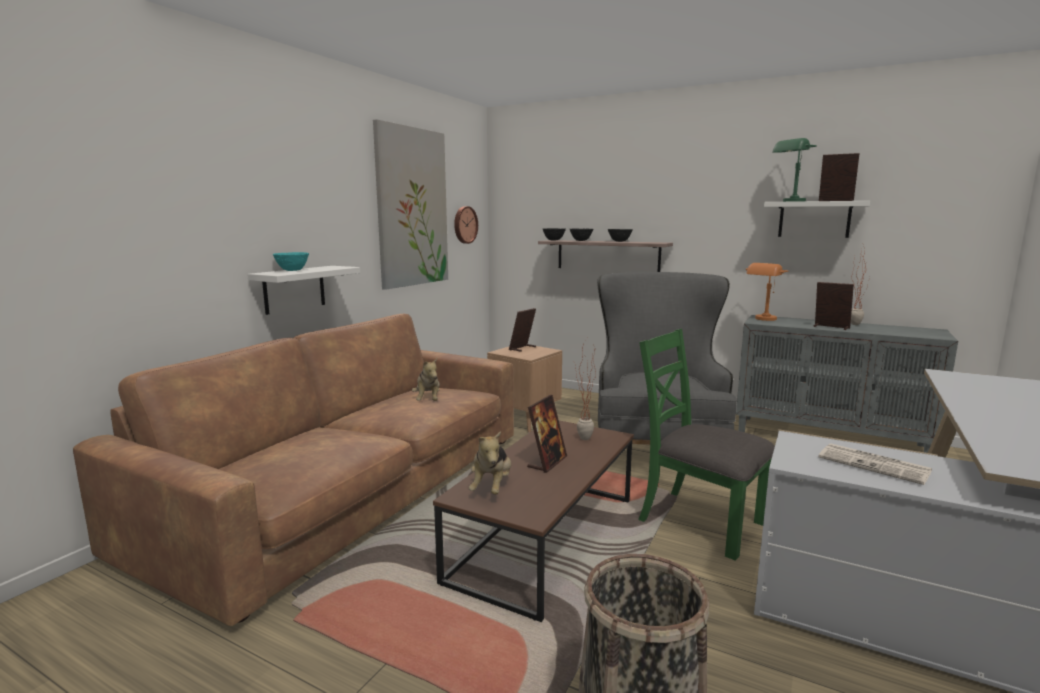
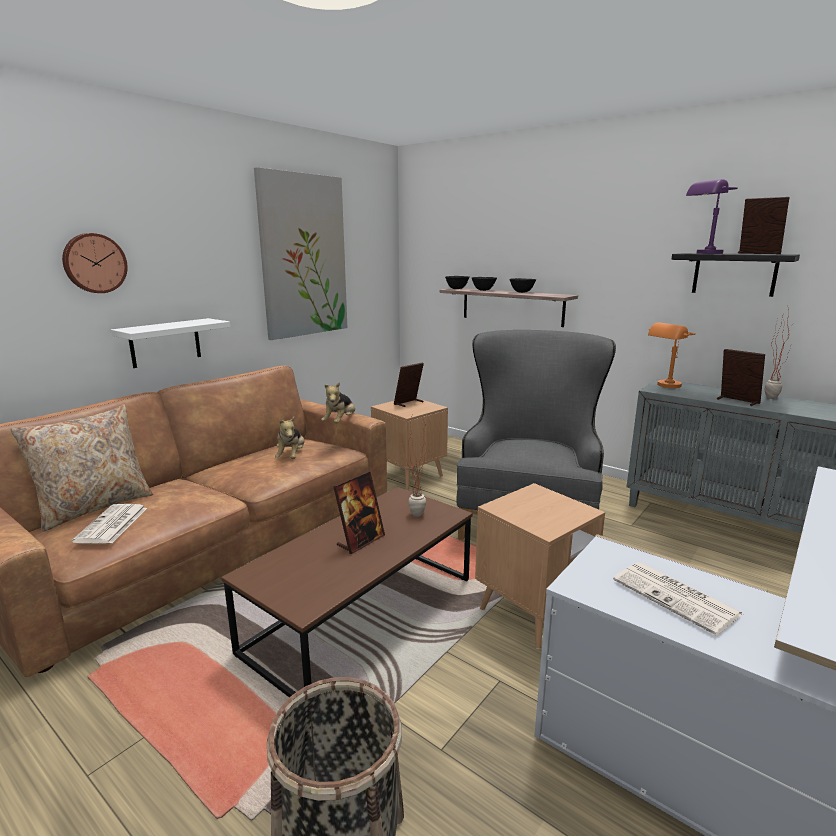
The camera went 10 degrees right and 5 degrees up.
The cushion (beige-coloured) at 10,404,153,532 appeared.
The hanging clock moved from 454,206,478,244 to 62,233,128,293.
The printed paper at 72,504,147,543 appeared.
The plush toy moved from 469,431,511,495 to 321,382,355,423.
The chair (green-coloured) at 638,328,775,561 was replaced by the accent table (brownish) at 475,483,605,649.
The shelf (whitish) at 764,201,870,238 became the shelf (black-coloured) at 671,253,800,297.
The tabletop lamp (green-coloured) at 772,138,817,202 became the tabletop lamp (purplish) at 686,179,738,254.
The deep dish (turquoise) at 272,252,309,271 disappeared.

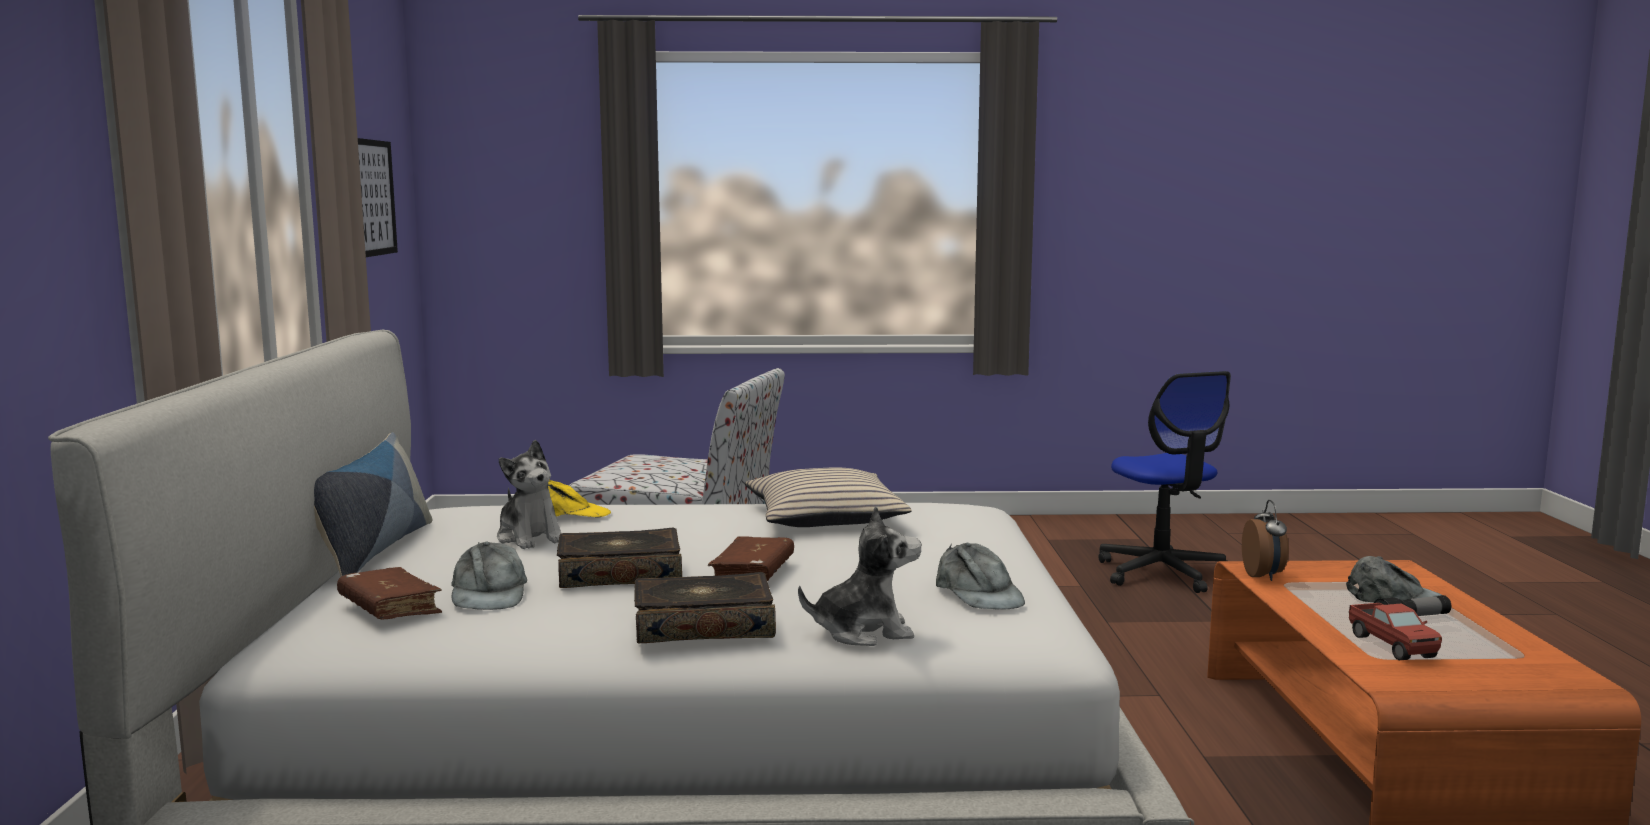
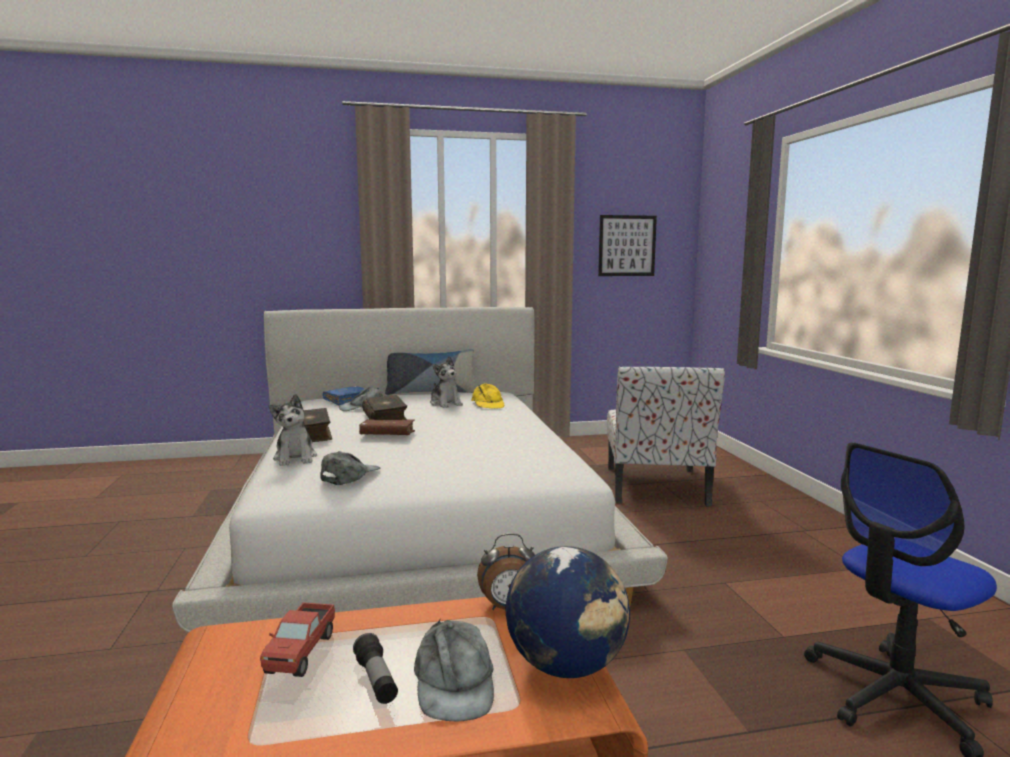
The camera went 80 degrees right and 0 degrees up.
The toy lorry at 1349,603,1442,660 turned 60 degrees counterclockwise.
The baseball cap (greyish) at 936,543,1025,610 turned 150 degrees clockwise.
The volume (brownish) at 337,567,442,619 became the volume (blue) at 323,386,365,405.
The plush toy at 497,440,561,549 turned 75 degrees counterclockwise.
The world globe at 505,546,630,678 appeared.
The cushion (beige-coloured) at 745,468,912,527 disappeared.

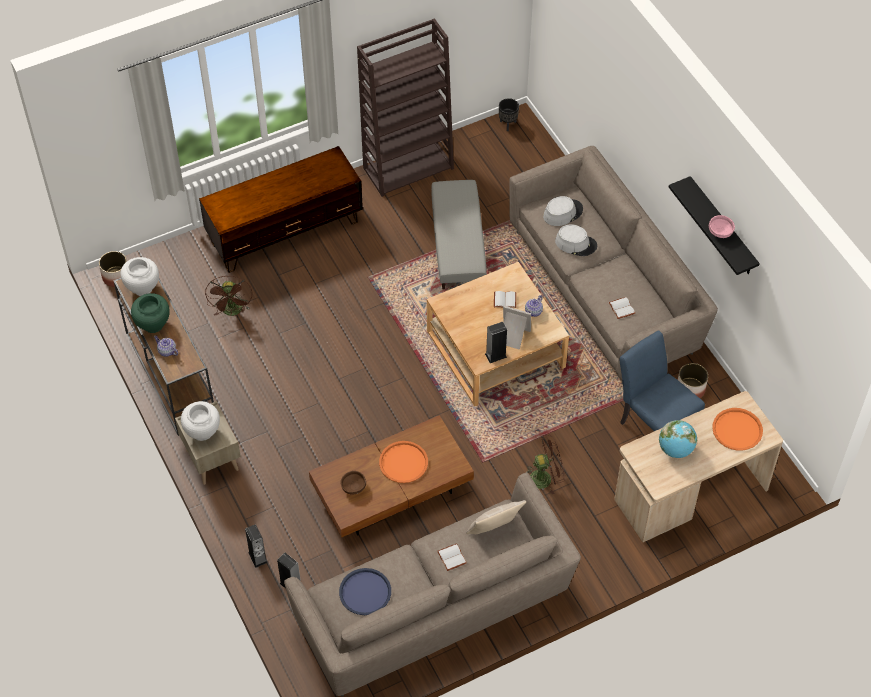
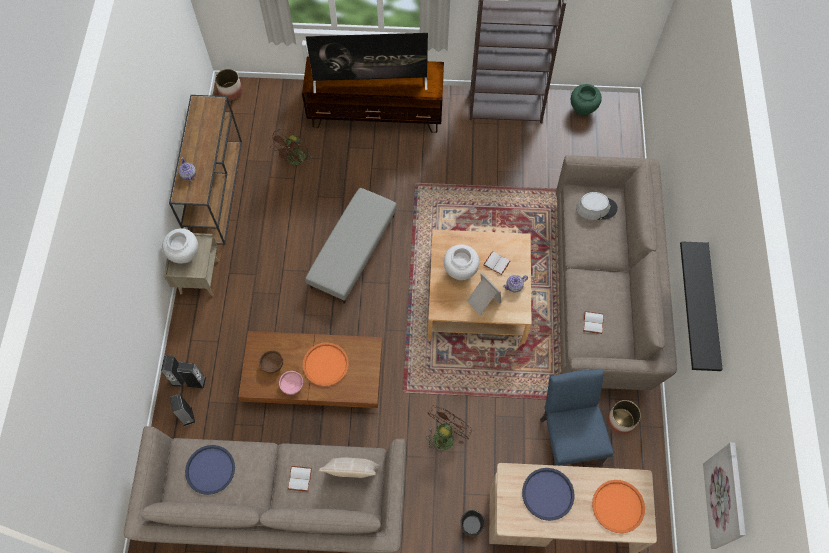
The camera went 30 degrees right and 10 degrees up.
The loudspeaker moved from 485,322,507,363 to 177,362,206,389.
The deep dish (pink) moved from 709,215,735,238 to 279,371,303,395.
The footrest (greyish) moved from 431,180,487,290 to 305,188,397,304.
The TV at 306,33,428,93 appeared.
The cooling fan (brownish) at 527,435,565,495 turned 75 degrees counterclockwise.
The decorative vase (whitish) moved from 121,257,159,296 to 444,244,479,280.
The flower pot (black-coloured) moved from 499,98,519,131 to 461,510,485,537.
The world globe at 659,420,697,458 was replaced by the carrying tray (blue) at 522,468,575,521.
The decorative vase (green-coloured) moved from 131,293,170,333 to 571,84,602,116.
The wall art at 703,443,746,549 appeared.
The clothing hat (greyish) at 555,224,597,256 disappeared.

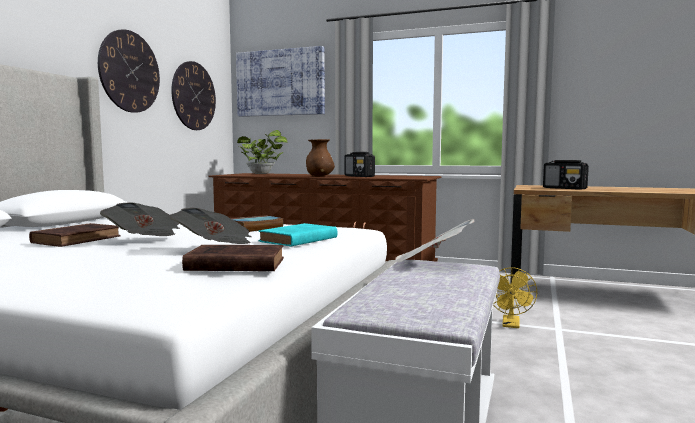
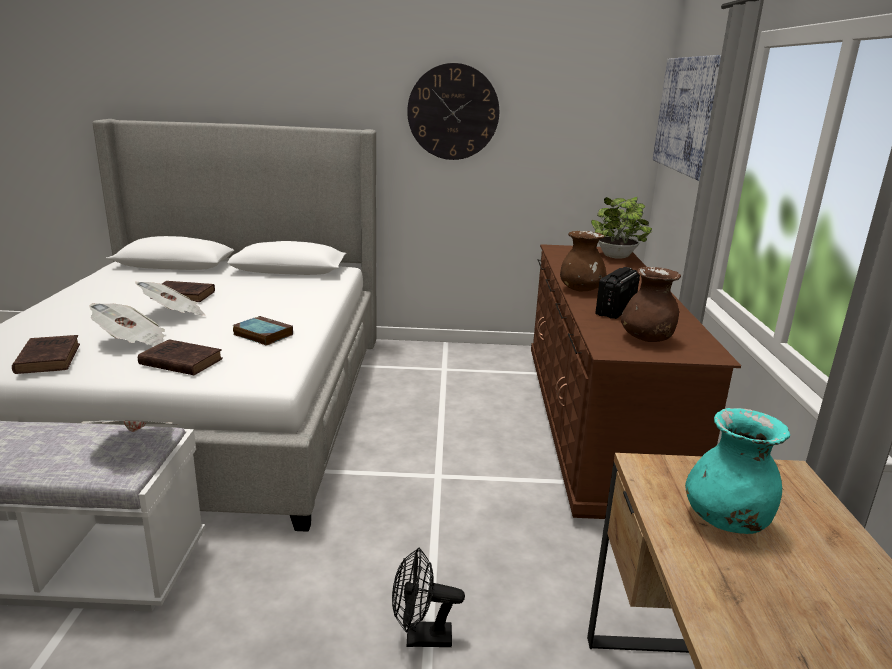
The camera went 70 degrees right and 15 degrees up.
The volume (turquoise) at 259,223,337,247 became the volume (brownish) at 138,339,223,375.
The cooling fan (yellow) at 493,267,537,328 became the cooling fan (black-coloured) at 392,548,465,647.
The decorative vase (brownish) at 621,267,681,342 appeared.
The radio set at 543,160,589,190 was replaced by the decorative vase (turquoise) at 685,408,790,534.
The hanging clock at 171,61,216,130 disappeared.

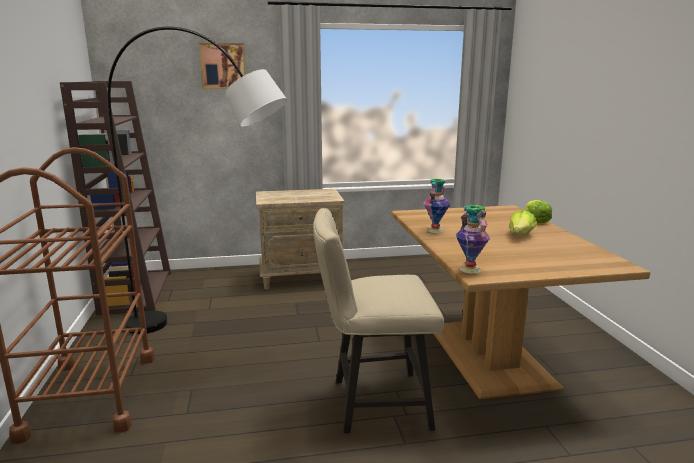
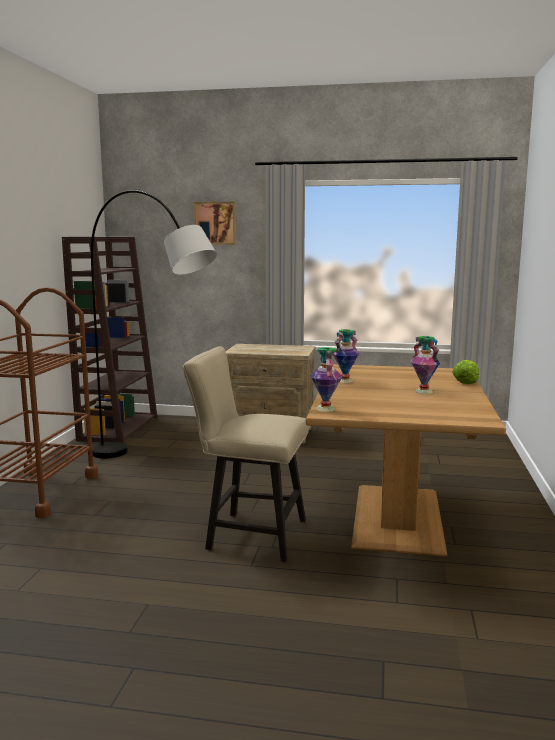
The camera went 20 degrees right and 5 degrees down.
The lettuce head at 509,210,537,235 was replaced by the decorative vase at 411,336,440,394.

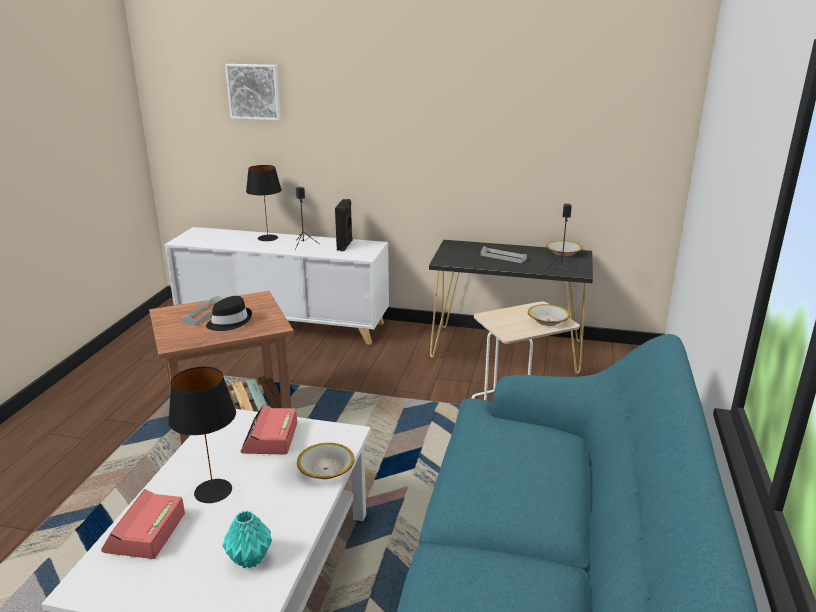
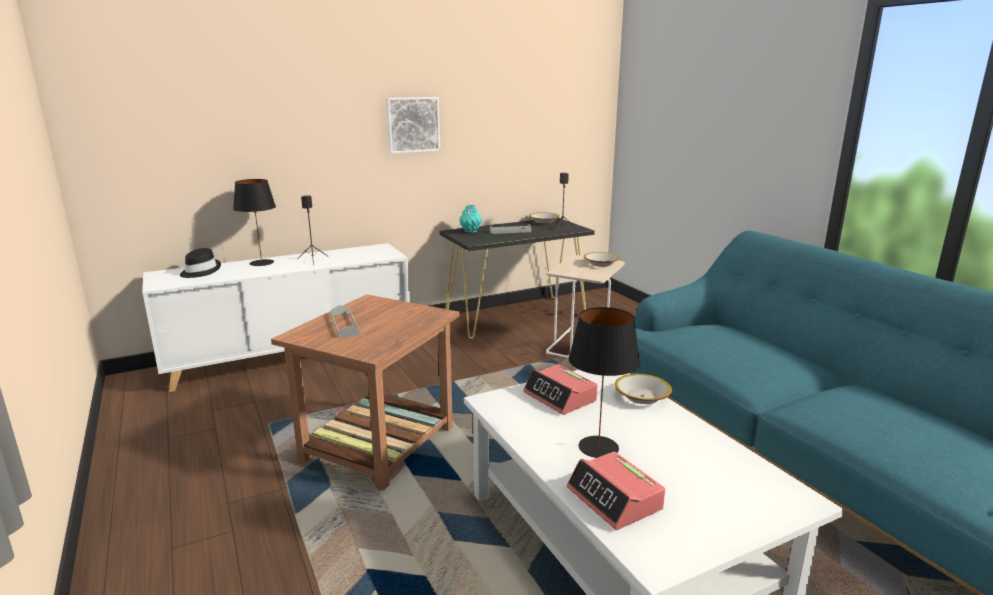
The camera went 40 degrees left and 5 degrees down.
The clothing hat (black-coloured) moved from 206,296,252,331 to 180,248,221,278.
The wall art moved from 225,64,281,120 to 386,97,440,154.
The decorative vase (turquoise) moved from 222,511,272,569 to 459,205,482,233.
The loudspeaker (black-coloured) at 335,199,353,251 disappeared.

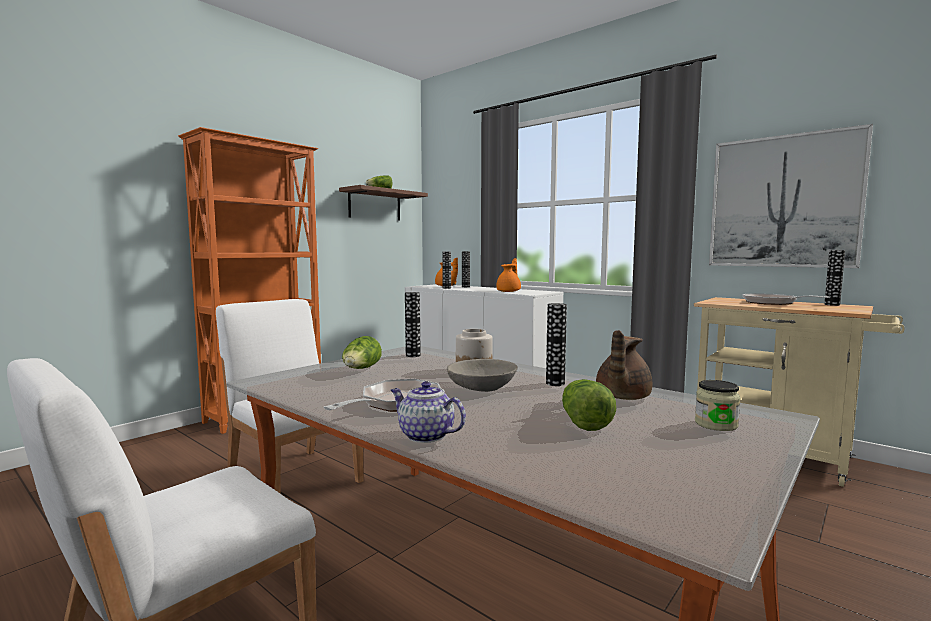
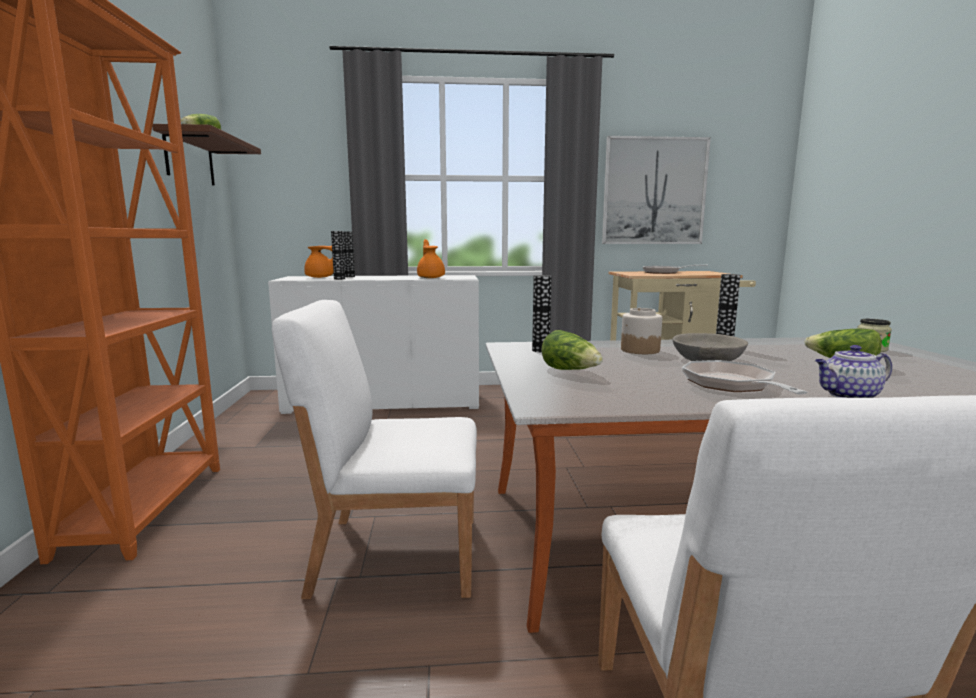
The camera went 45 degrees left and 5 degrees up.
The pot for tea (brownish) at 596,330,653,400 disappeared.
The decorative vase at 824,250,845,306 disappeared.

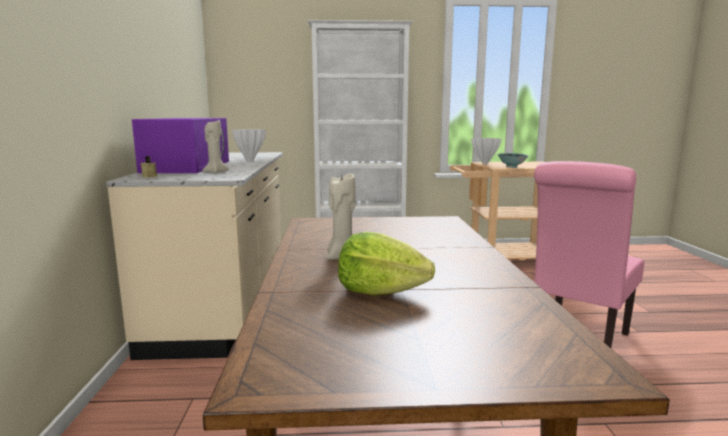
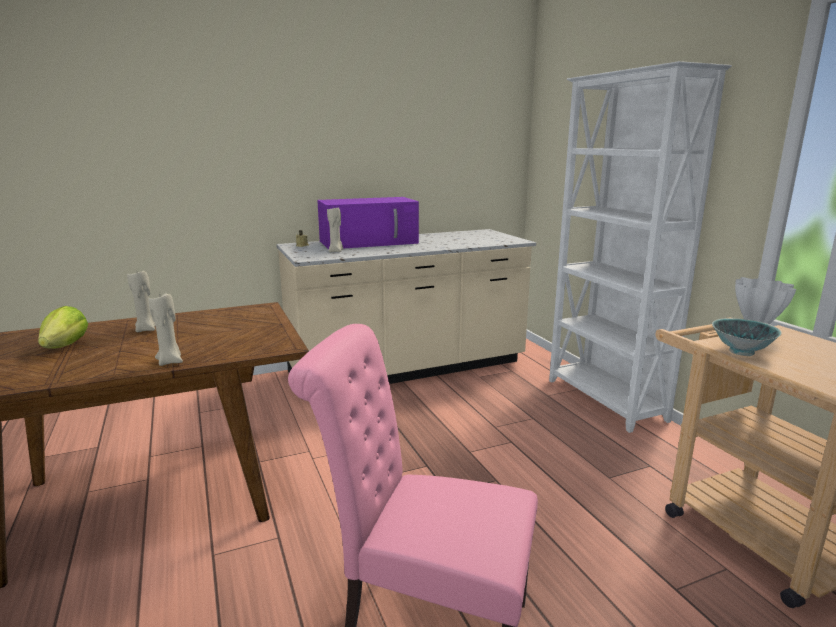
The camera went 70 degrees right and 5 degrees up.
The candle (beige-coloured) at 149,292,183,366 appeared.
The decorative vase (whitish) at 232,129,266,161 disappeared.

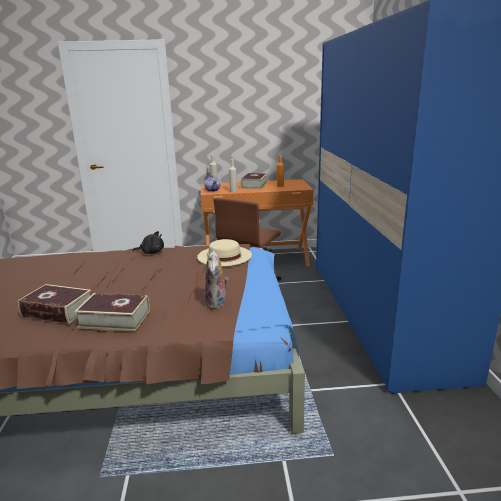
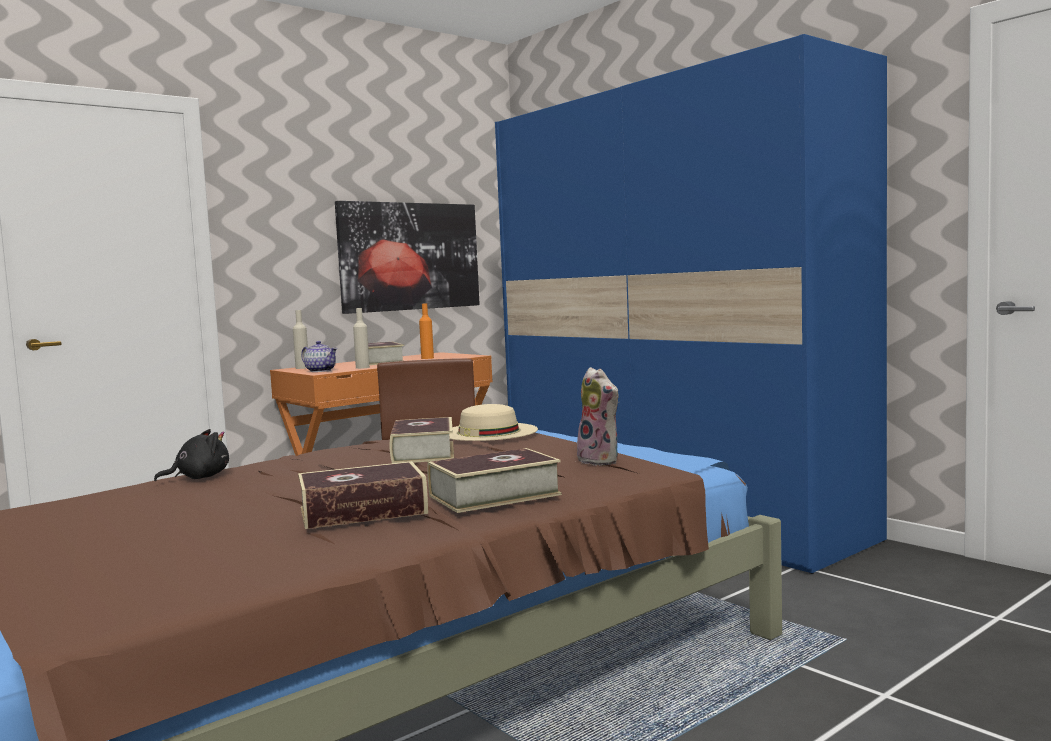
The camera went 35 degrees left and 15 degrees down.
The plush toy (black-coloured) moved from 132,231,164,254 to 154,429,229,481.
The wall art at 335,201,480,314 appeared.
The volume at 390,417,454,463 appeared.

